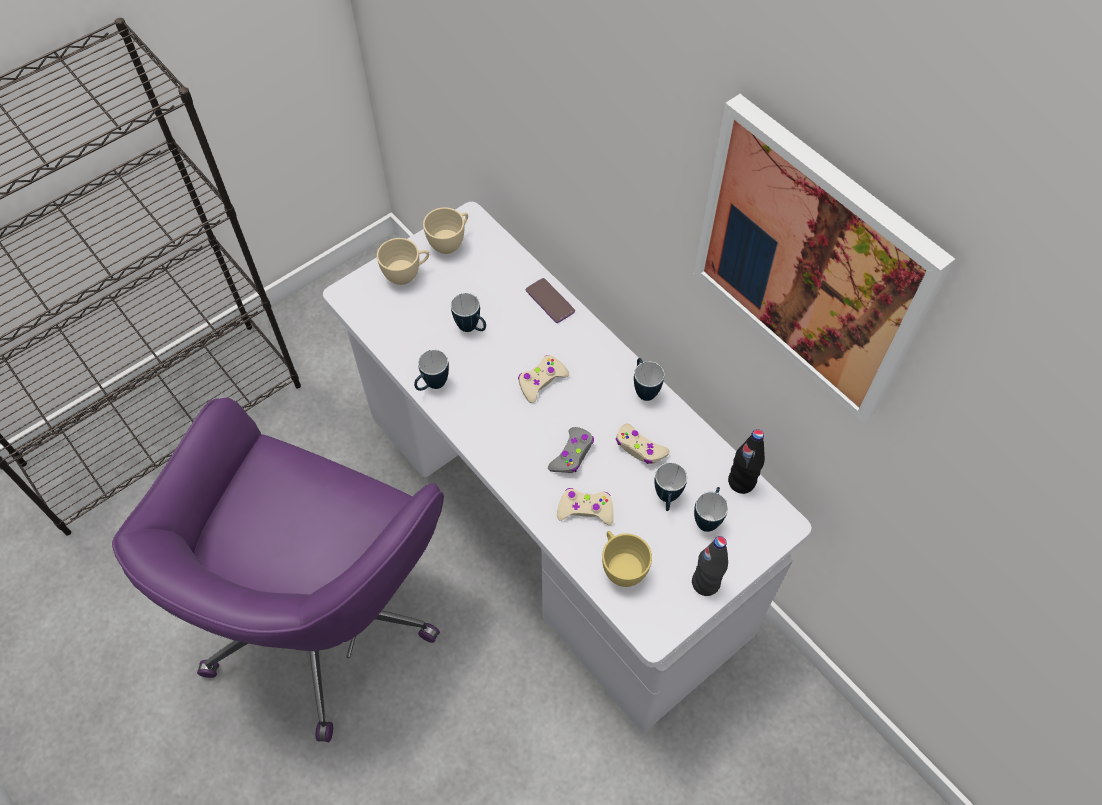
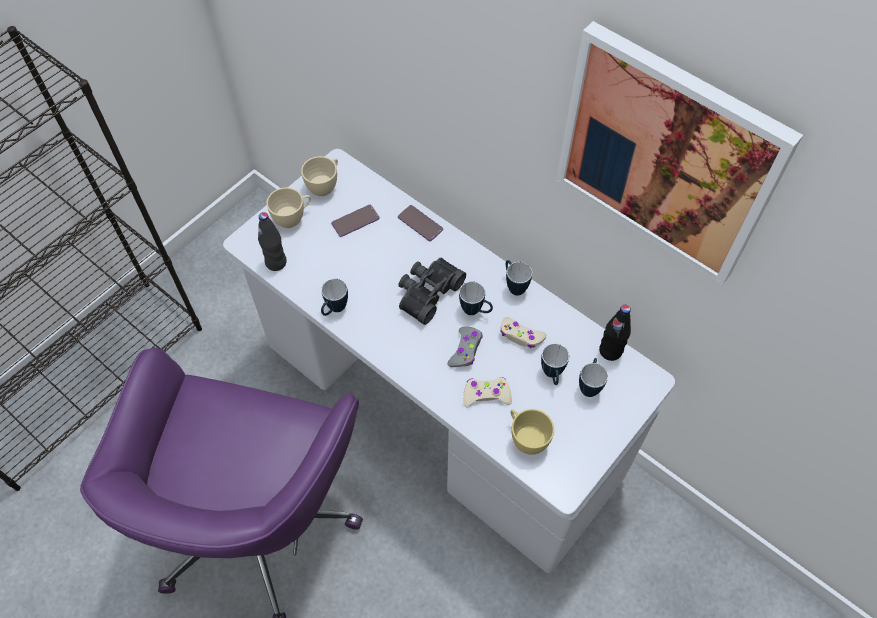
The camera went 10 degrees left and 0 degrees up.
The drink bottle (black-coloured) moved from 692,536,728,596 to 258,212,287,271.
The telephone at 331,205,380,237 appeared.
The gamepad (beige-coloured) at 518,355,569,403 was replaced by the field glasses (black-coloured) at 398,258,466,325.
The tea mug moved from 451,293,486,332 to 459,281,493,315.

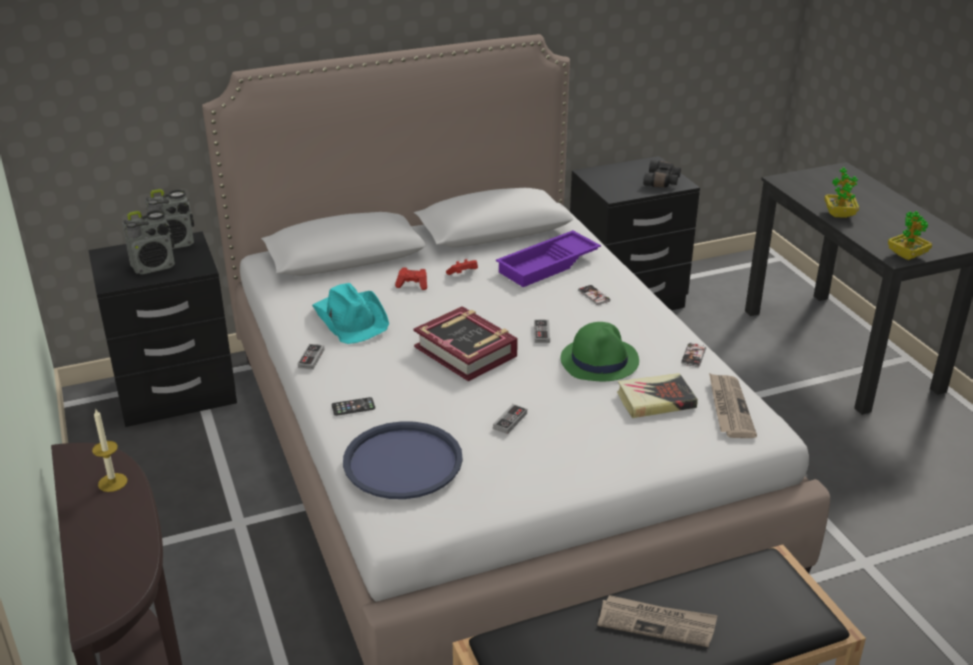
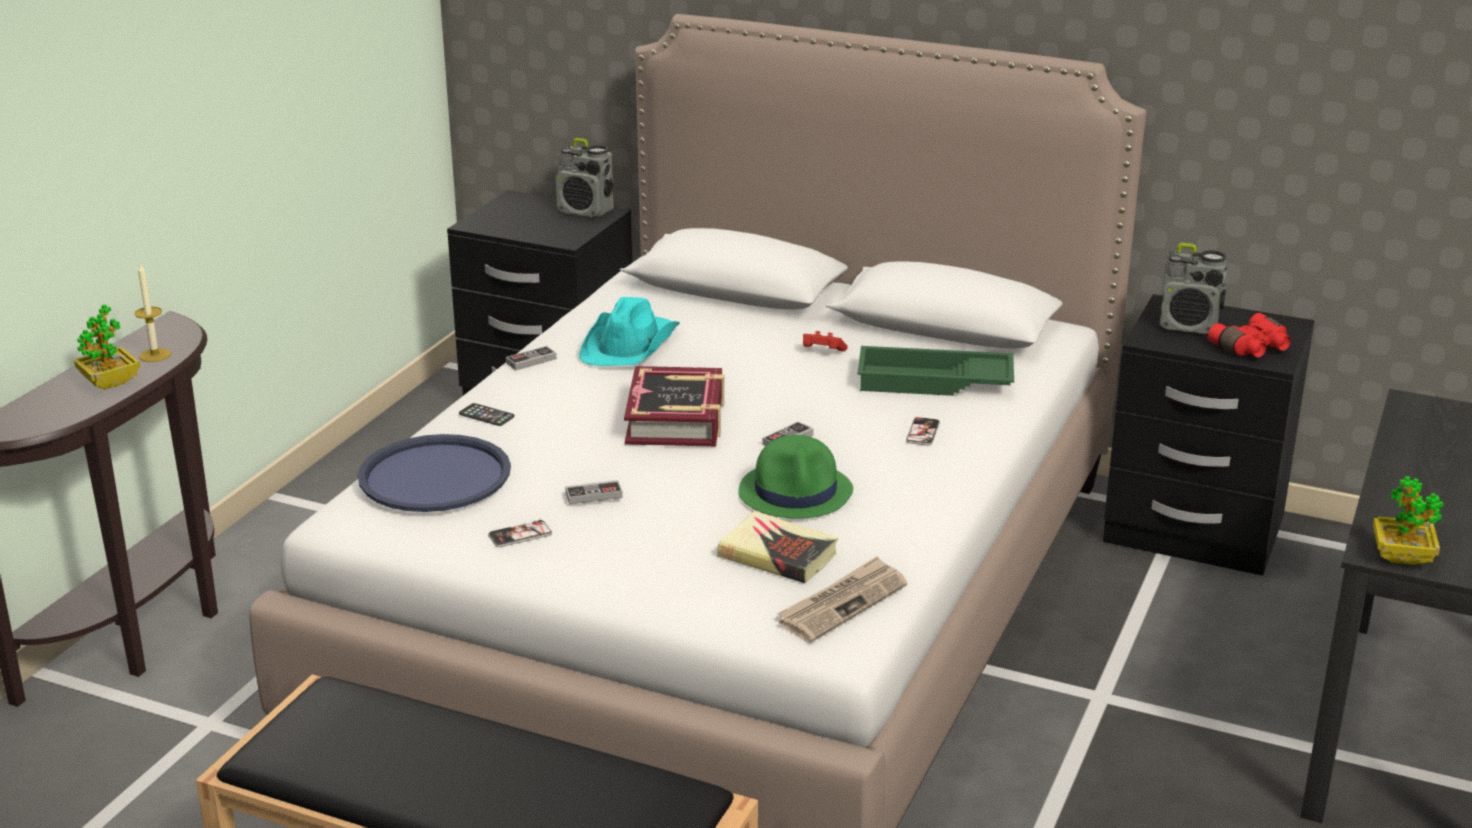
The camera went 45 degrees right and 5 degrees down.
The potted plant moved from 824,167,859,218 to 74,304,140,390.
The telephone moved from 681,342,706,367 to 488,518,552,547.
The carrying tray (purplish) at 496,230,601,287 became the carrying tray (green-coloured) at 857,346,1014,396.
The radio set moved from 122,210,175,274 to 1159,243,1227,334.
The field glasses (black-coloured) at 644,160,681,187 became the field glasses (red-coloured) at 1208,313,1291,357.
The gamepad (red-coloured) at 395,267,427,290 disappeared.
The printed paper at 597,595,718,647 disappeared.

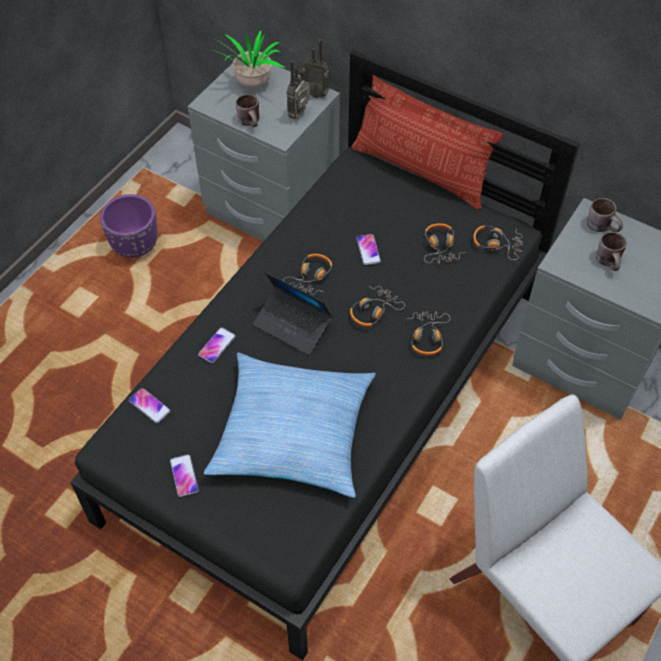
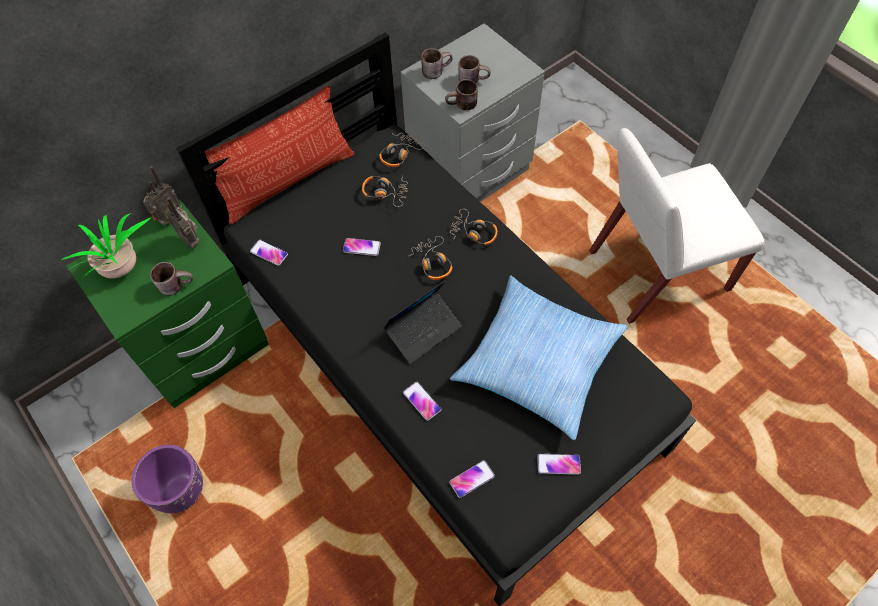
The camera went 70 degrees left and 5 degrees up.
The night table (greyish) at 188,63,340,242 became the night table (green-coloured) at 66,200,269,408.
The telephone at 250,240,288,266 appeared.
The tea mug (brownish) at 445,79,478,110 appeared.
The headset at 283,254,332,295 disappeared.

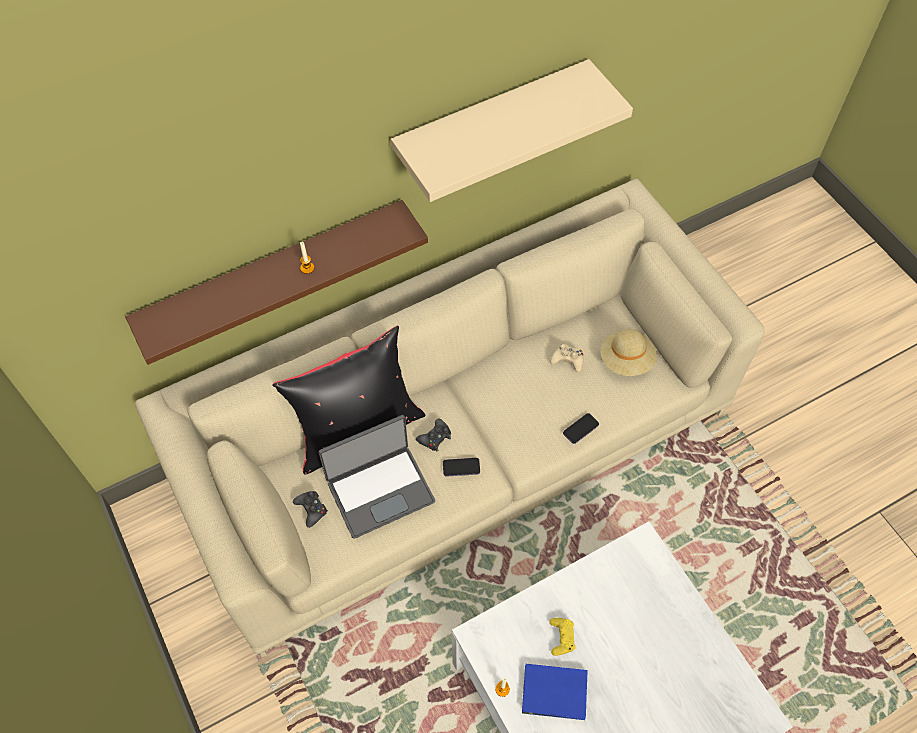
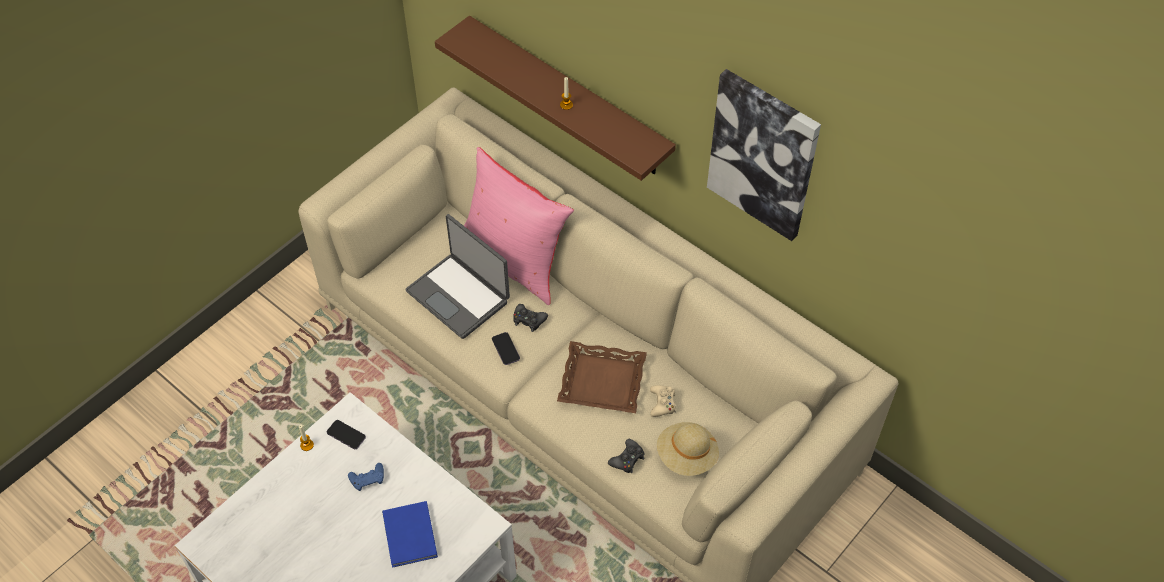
The camera went 70 degrees right and 5 degrees down.
The telephone moved from 563,413,599,444 to 327,420,366,449.
The gamepad (yellow) at 549,618,576,656 became the gamepad (blue) at 348,463,384,491.
The volume (blue) moved from 522,664,588,720 to 382,501,438,568.
The cushion (black-coloured) at 272,326,425,474 became the cushion (pink) at 464,147,574,305.
The carrying tray (brownish) at 557,341,647,413 appeared.
The gamepad (black-coloured) moved from 293,491,328,528 to 608,439,645,473.
The shelf (beige-coloured) at 391,59,633,202 was replaced by the wall art at 707,69,821,241.

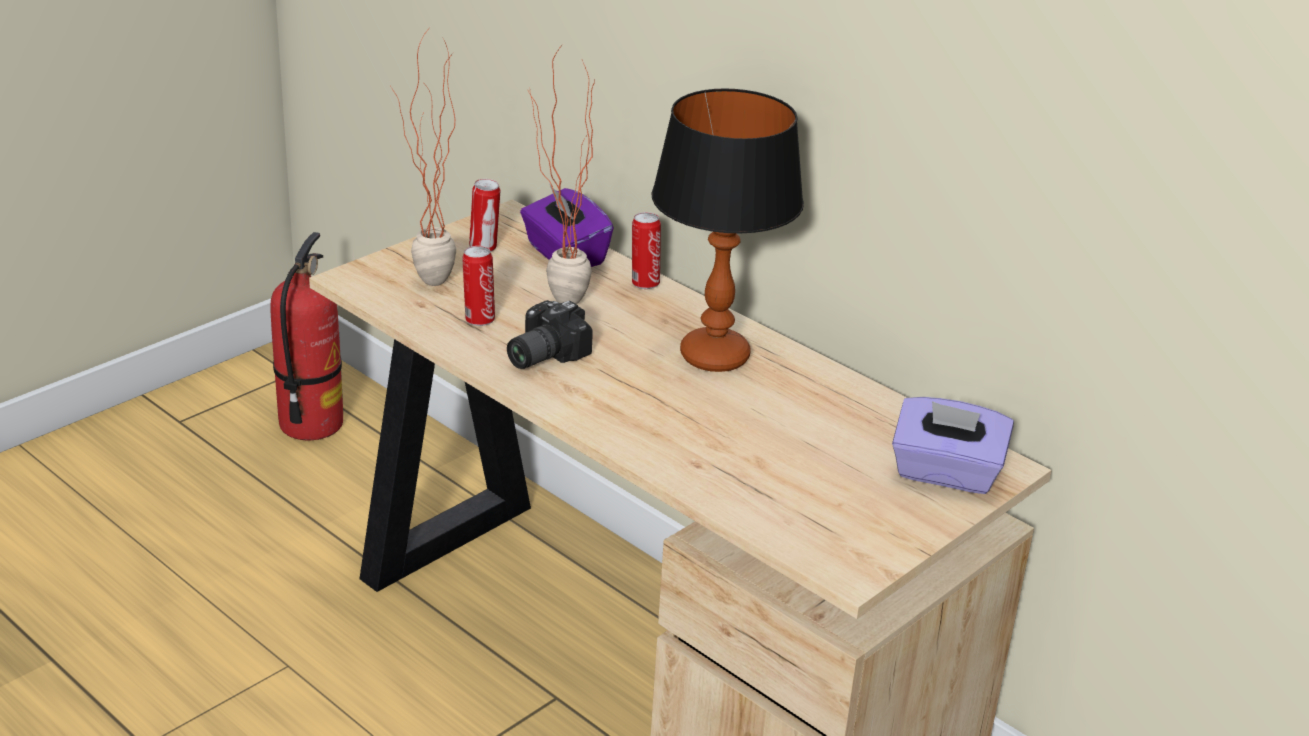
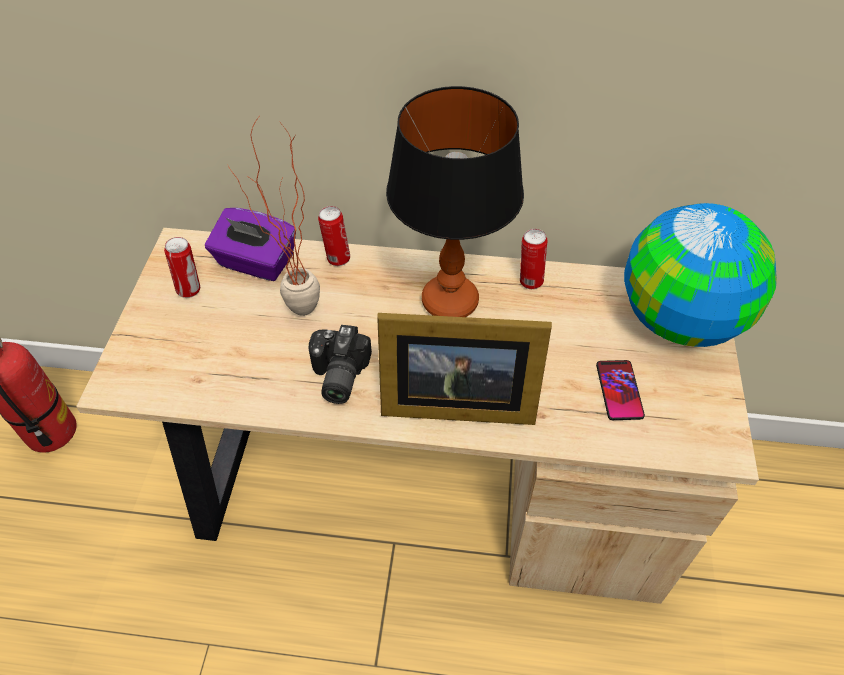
The camera went 35 degrees left and 20 degrees up.
The picture frame at 377,313,552,425 appeared.
The metal can moved from 462,246,495,326 to 520,229,548,289.
The telephone at 596,360,645,420 appeared.
The tissue holder (purplish) at 892,397,1014,494 was replaced by the world globe at 624,203,777,347.
The potted plant at 391,30,456,286 disappeared.

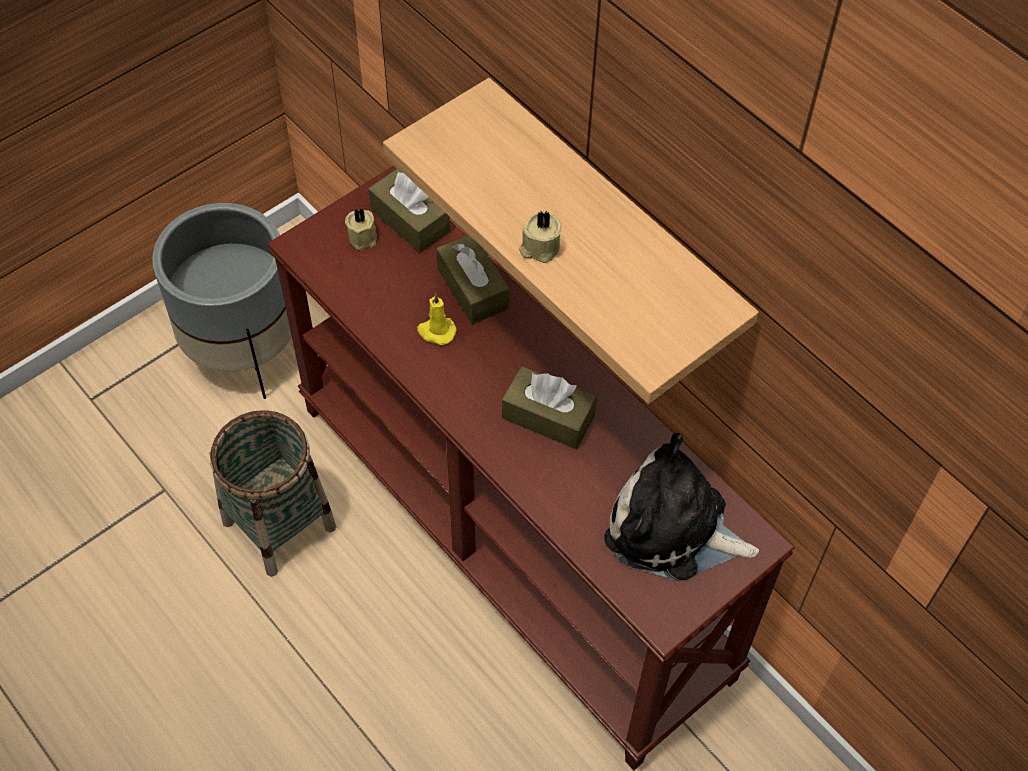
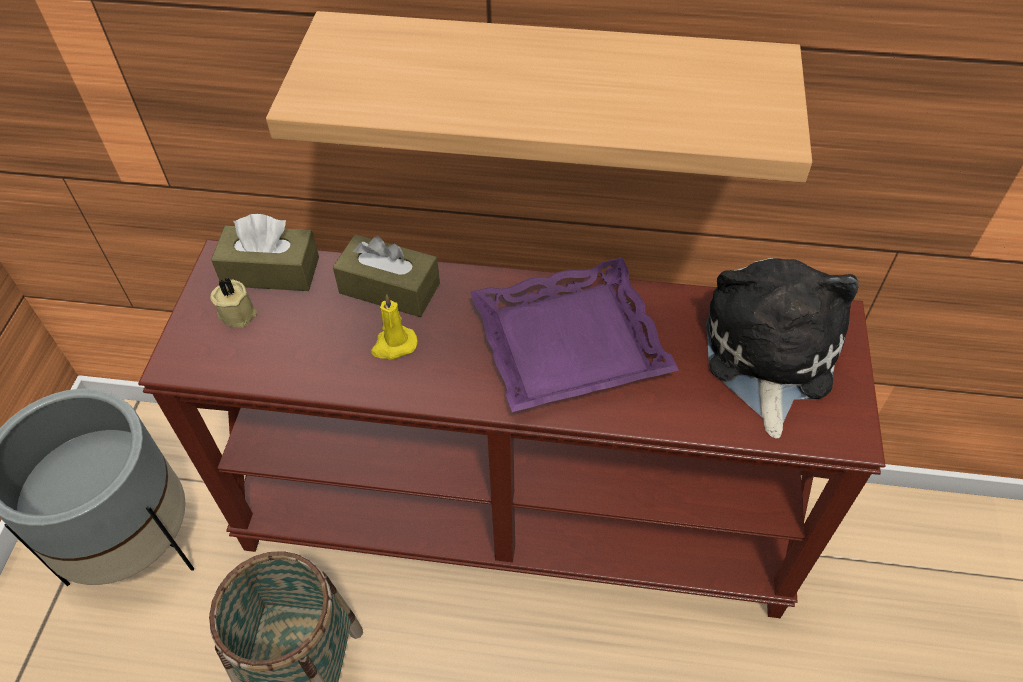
The camera went 40 degrees left and 5 degrees down.
The tissue holder (brownish) at 502,366,597,449 was replaced by the carrying tray (purplish) at 470,258,679,412.
The plush toy at 604,433,759,581 turned 120 degrees clockwise.
The candle (beige-coloured) at 519,211,562,263 disappeared.

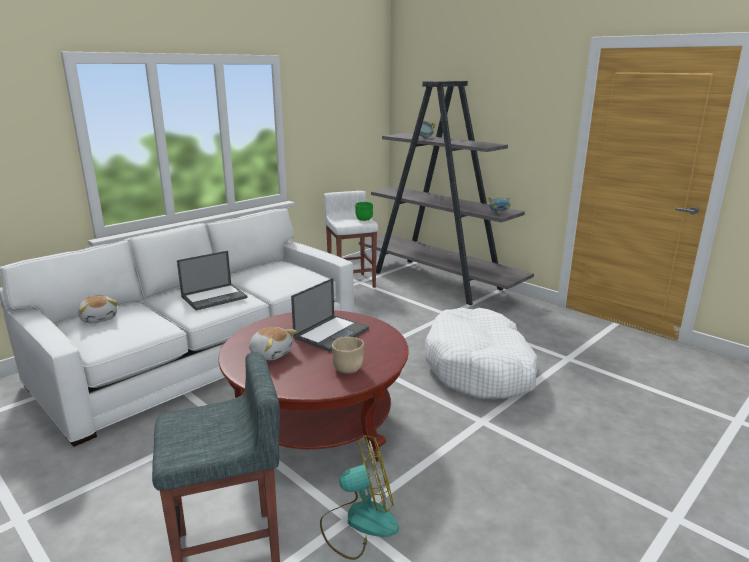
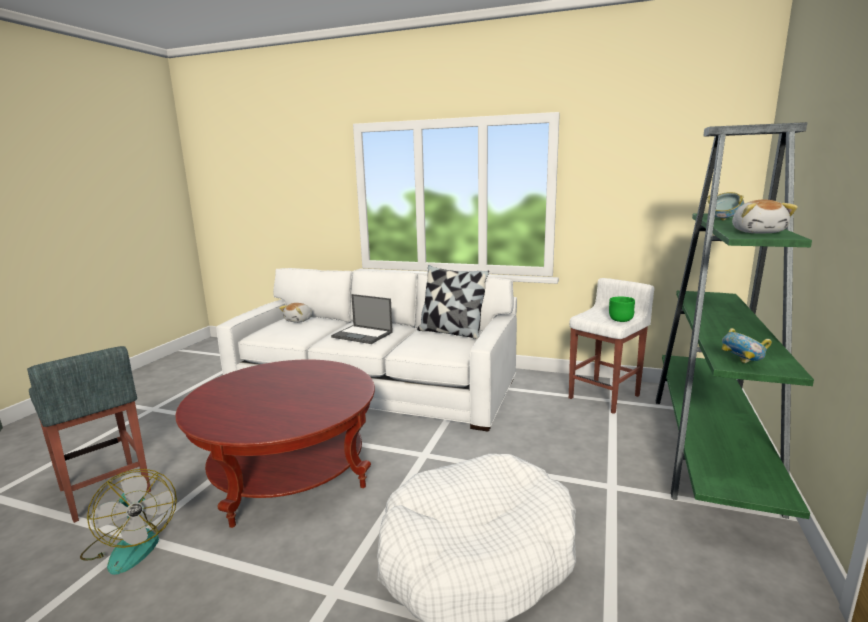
The camera went 65 degrees right and 5 degrees down.
The cushion at 417,265,489,339 appeared.
The bookcase (greyish) at 359,81,534,305 became the bookcase (green-coloured) at 656,122,814,519.
The plush toy moved from 249,327,296,360 to 732,200,798,233.
The laptop at 291,278,369,352 disappeared.
The deep dish (beige-coloured) at 332,337,364,374 disappeared.

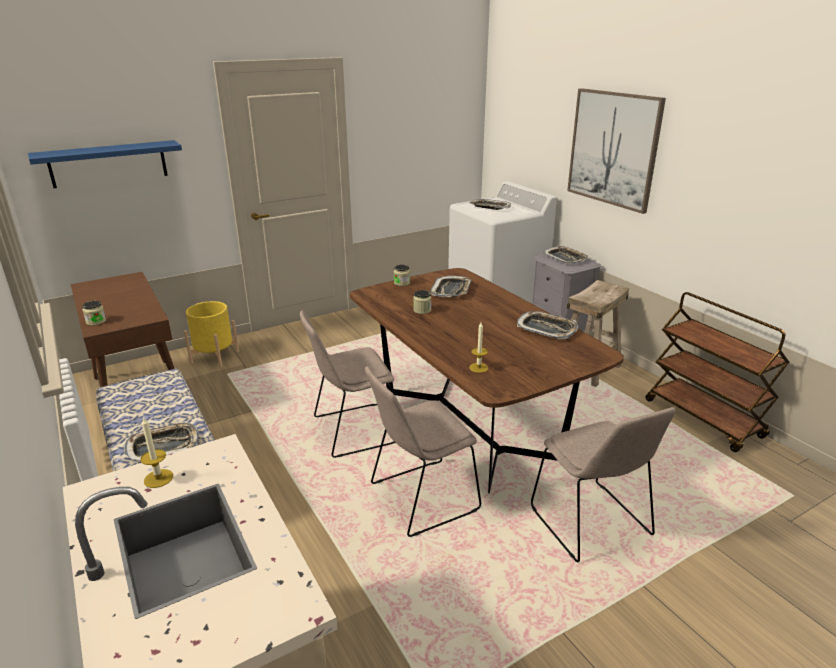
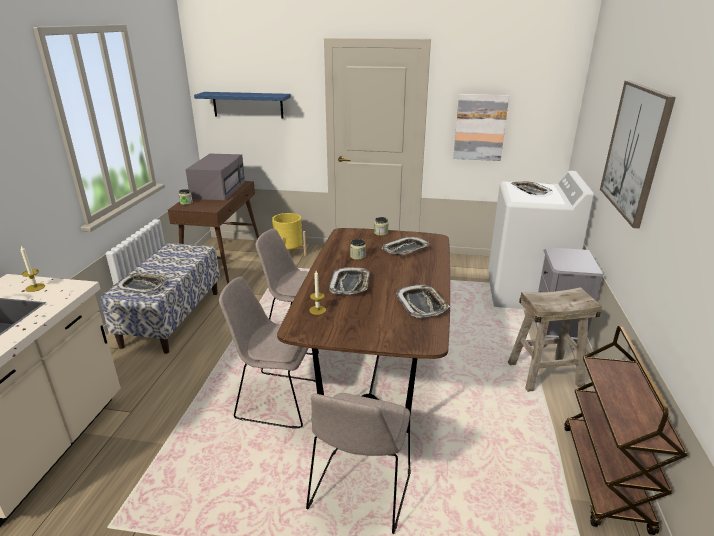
The camera went 40 degrees right and 0 degrees up.
The kitchen microwave (greyish) at 186,154,245,201 appeared.
The carrying tray moved from 543,246,588,264 to 329,267,370,295.
The wall art at 453,94,509,161 appeared.

